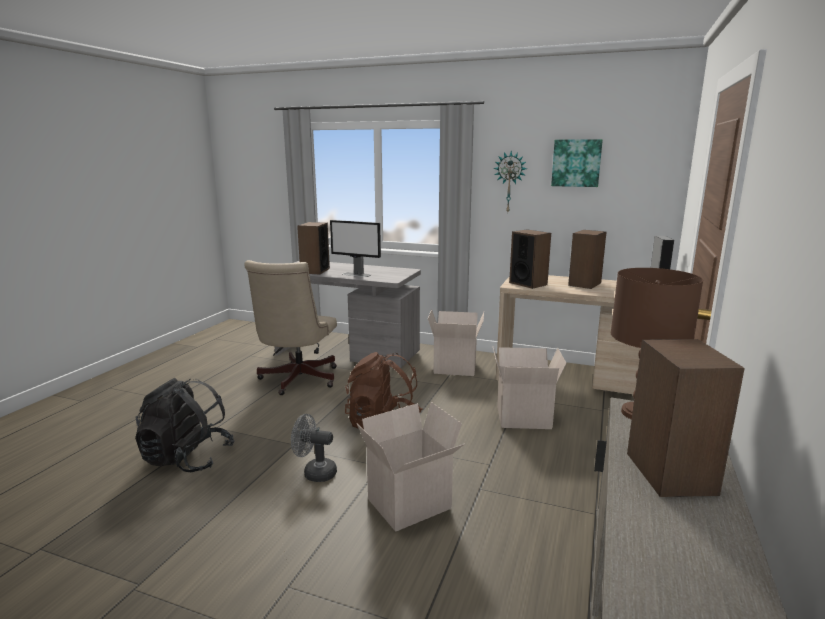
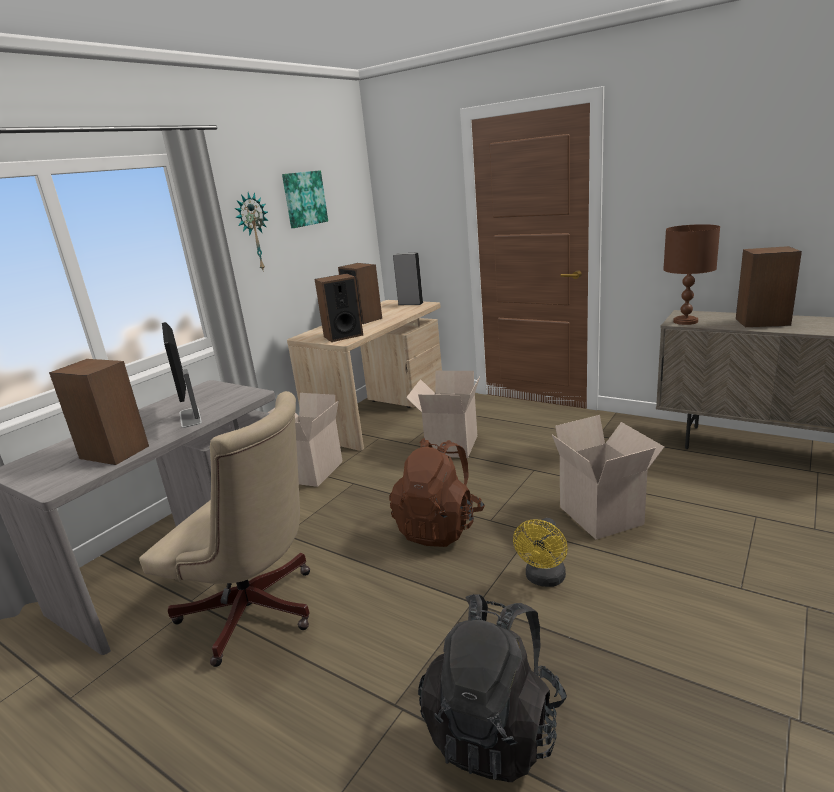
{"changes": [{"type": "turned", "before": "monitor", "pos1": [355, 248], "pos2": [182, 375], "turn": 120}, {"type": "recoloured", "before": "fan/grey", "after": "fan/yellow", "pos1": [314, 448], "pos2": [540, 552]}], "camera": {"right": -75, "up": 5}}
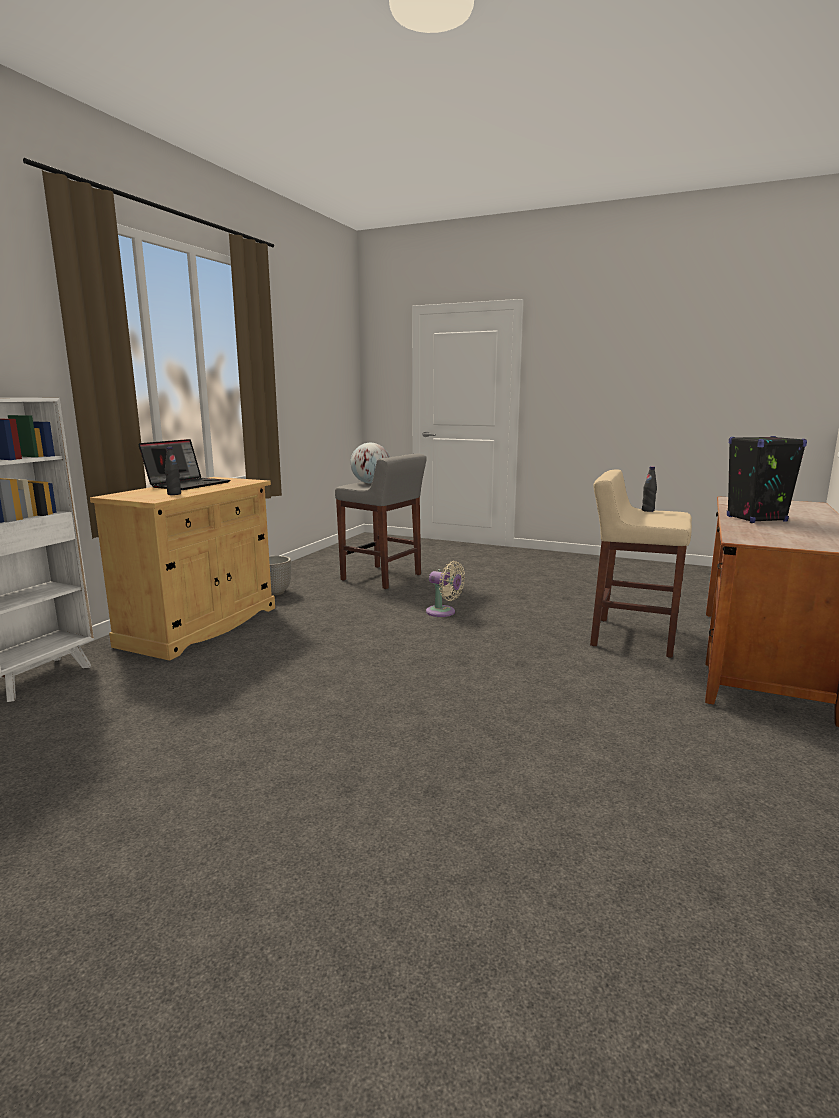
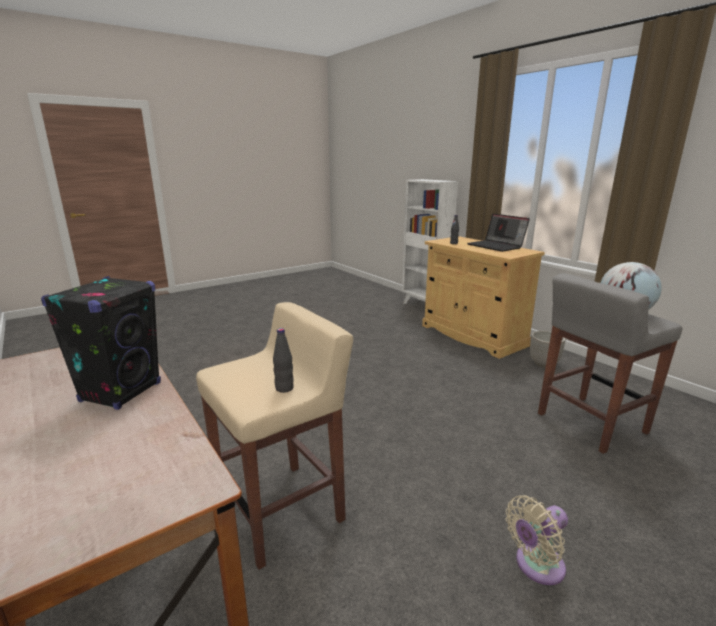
{"changes": [{"type": "moved", "before": "fan/beige", "pos1": [445, 589], "pos2": [536, 540]}], "camera": {"right": 120, "up": 5}}
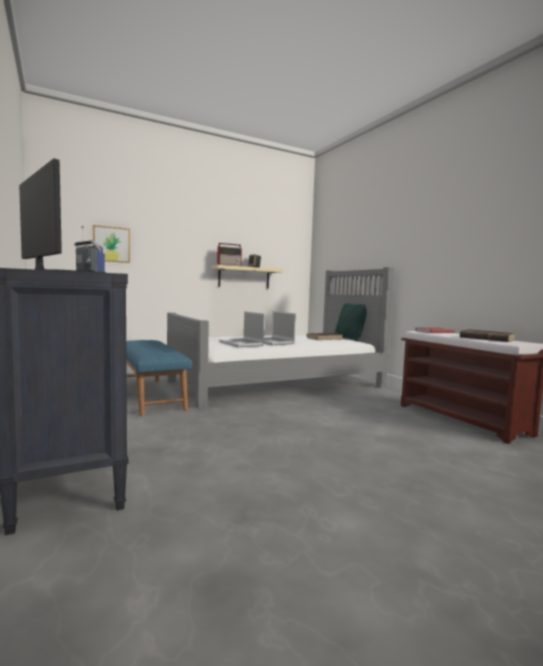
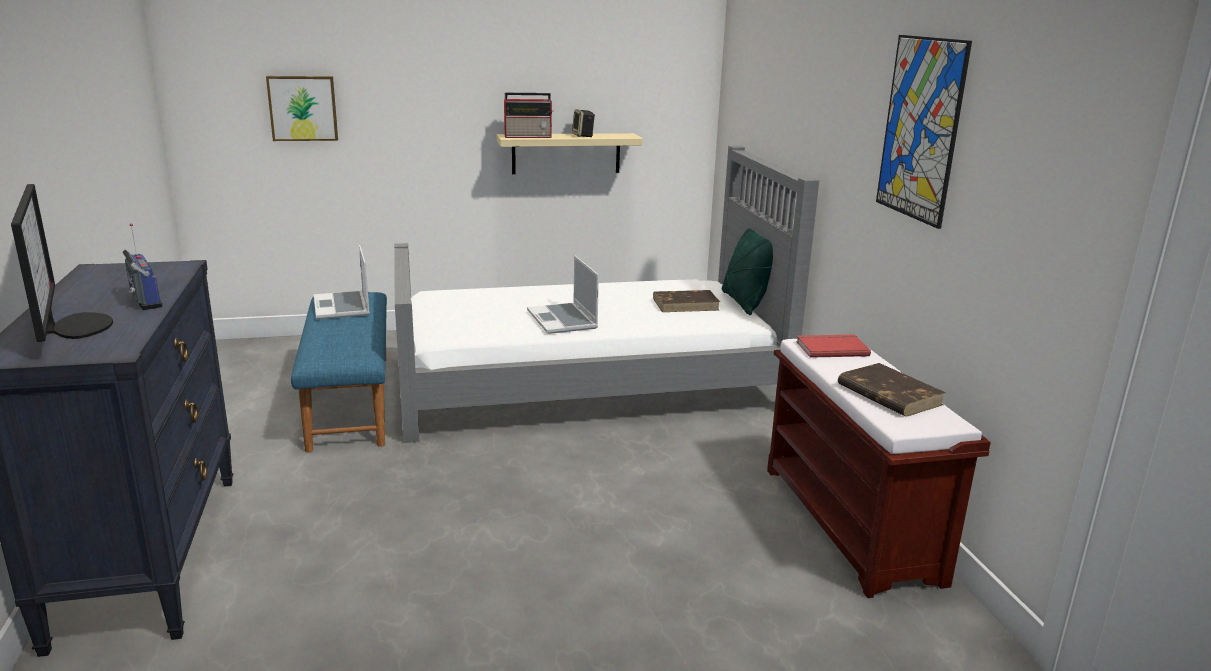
{"changes": [{"type": "moved", "before": "laptop", "pos1": [242, 329], "pos2": [342, 282]}, {"type": "added", "after": "picture", "pos2": [924, 132]}], "camera": {"right": 15, "up": 15}}
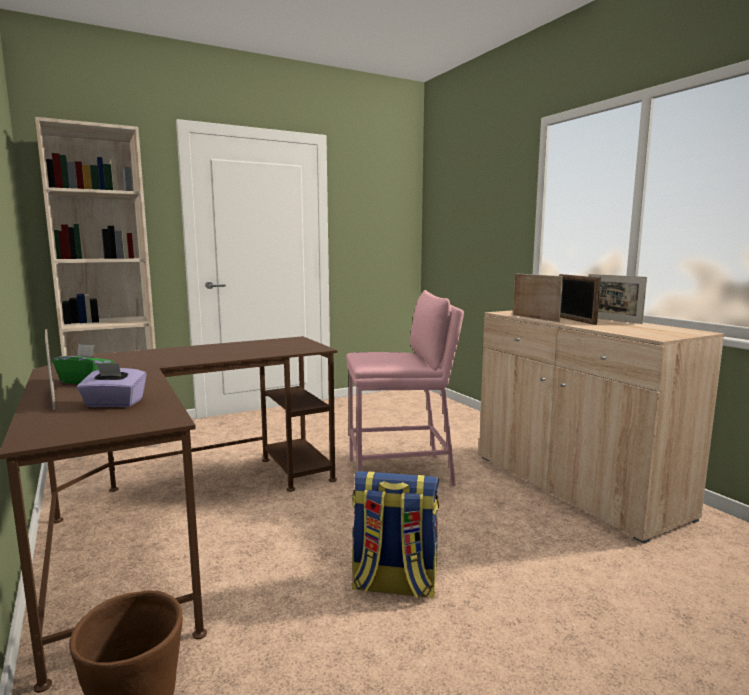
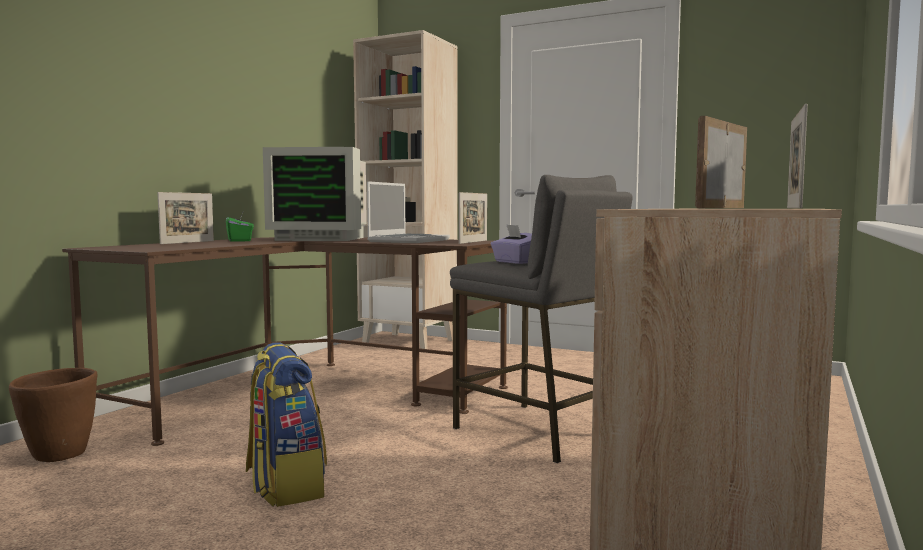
{"changes": [{"type": "added", "after": "monitor", "pos2": [315, 194]}, {"type": "added", "after": "laptop", "pos2": [408, 212]}, {"type": "recoloured", "before": "stool/pink", "after": "stool/grey", "pos1": [405, 388], "pos2": [541, 319]}, {"type": "moved", "before": "picture frame", "pos1": [538, 297], "pos2": [473, 218]}, {"type": "moved", "before": "tissue box/purple", "pos1": [111, 385], "pos2": [511, 244]}], "camera": {"right": 55, "up": -5}}
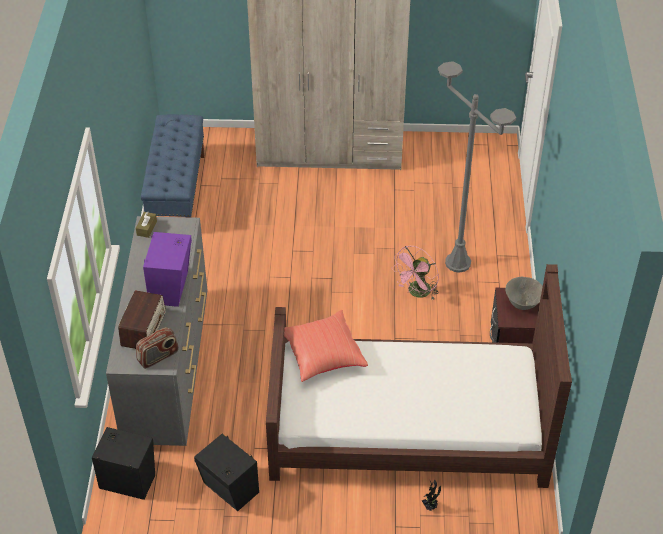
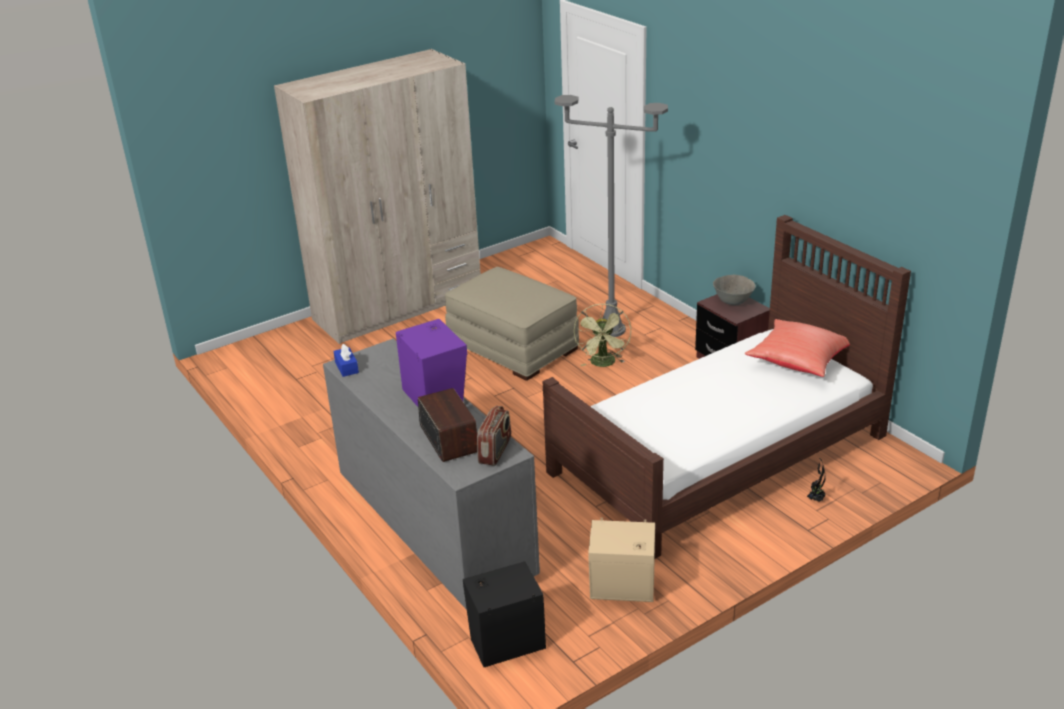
{"changes": [{"type": "recoloured", "before": "tissue box/brown", "after": "tissue box/blue", "pos1": [146, 225], "pos2": [346, 360]}, {"type": "added", "after": "ottoman/beige", "pos2": [512, 324]}, {"type": "recoloured", "before": "fan/pink", "after": "fan/green", "pos1": [415, 273], "pos2": [602, 335]}, {"type": "recoloured", "before": "speaker/black", "after": "speaker/beige", "pos1": [226, 472], "pos2": [621, 560]}, {"type": "moved", "before": "pillow/red", "pos1": [326, 346], "pos2": [797, 348]}, {"type": "removed", "before": "bench/blue", "pos1": [173, 165]}], "camera": {"right": -35, "up": -15}}
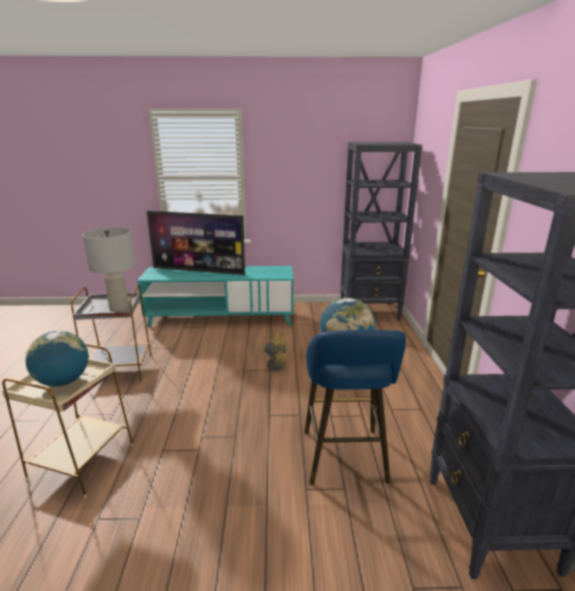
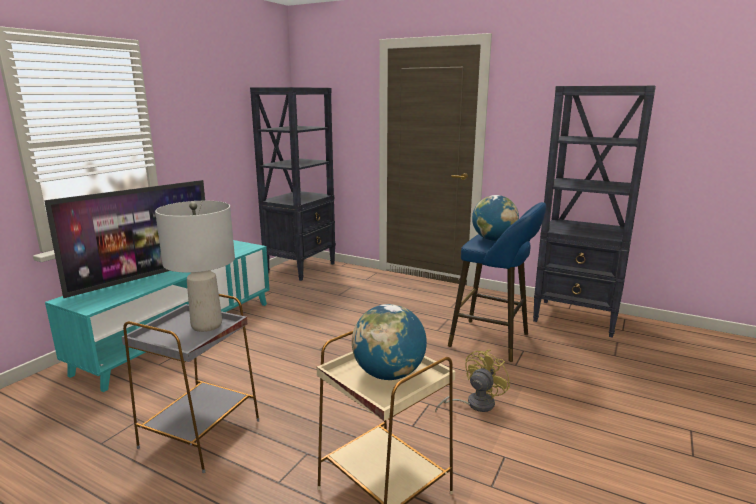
{"changes": [{"type": "moved", "before": "fan/yellow", "pos1": [269, 351], "pos2": [472, 381]}], "camera": {"right": -60, "up": -5}}
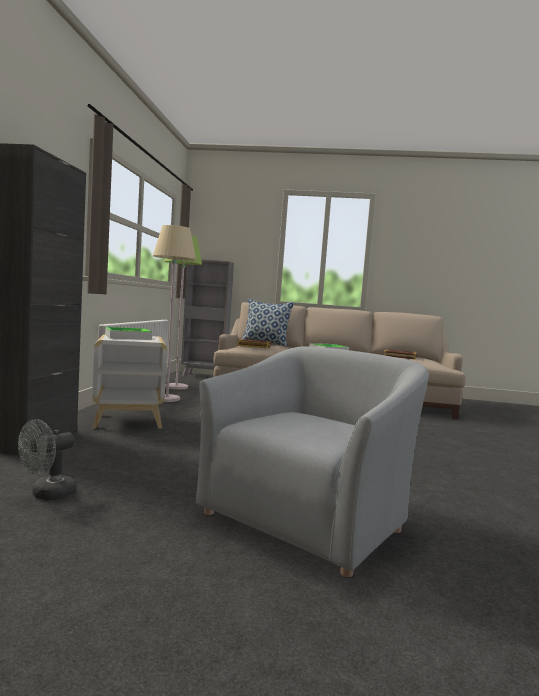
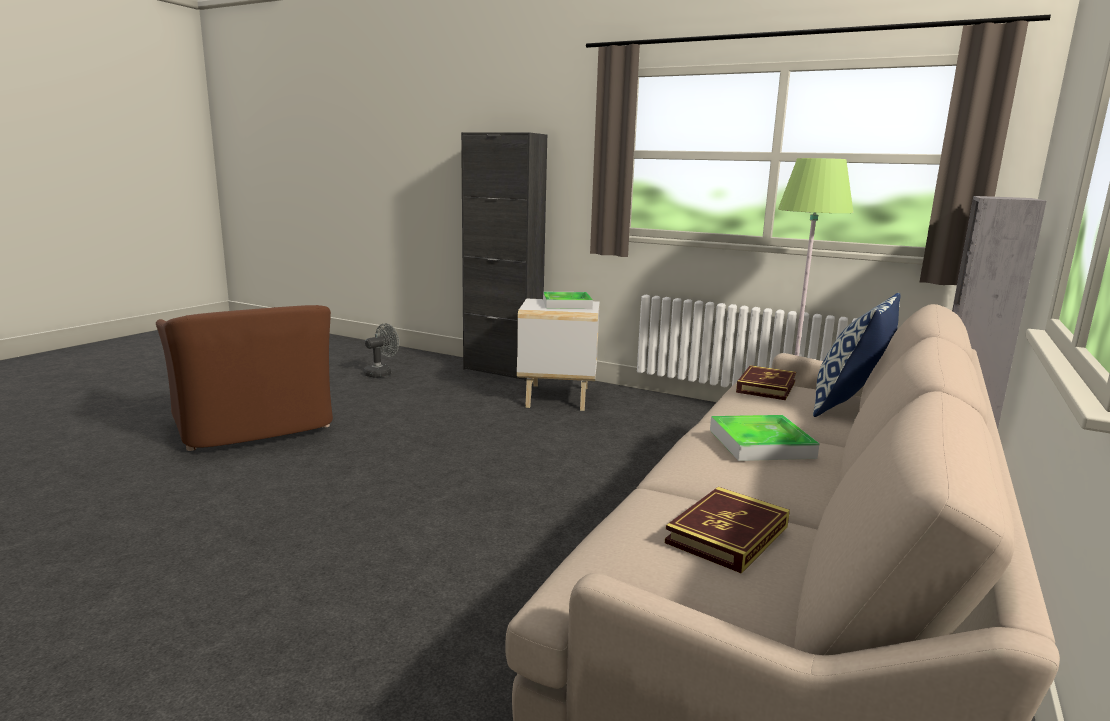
{"changes": [{"type": "recoloured", "before": "armchair/grey", "after": "armchair/brown", "pos1": [312, 461], "pos2": [244, 378]}, {"type": "turned", "before": "fan/grey", "pos1": [47, 459], "pos2": [381, 350], "turn": 75}, {"type": "removed", "before": "floor lamp/beige", "pos1": [174, 313]}], "camera": {"right": 110, "up": 10}}
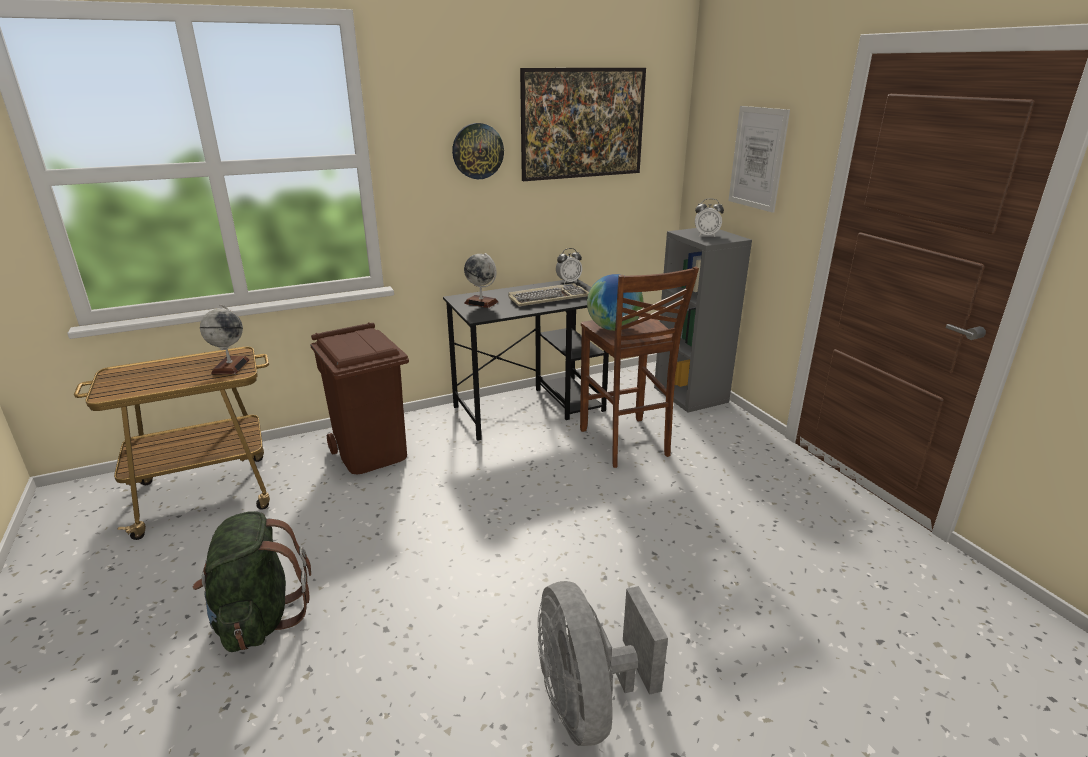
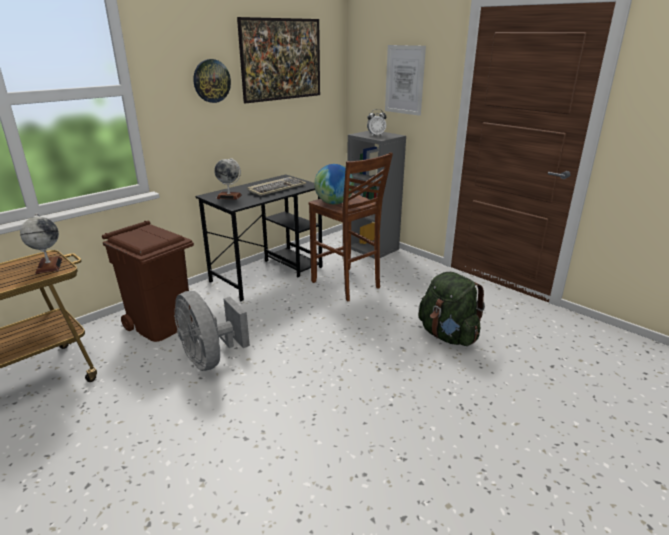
{"changes": [{"type": "moved", "before": "fan/grey", "pos1": [603, 663], "pos2": [212, 331]}, {"type": "moved", "before": "backpack/green", "pos1": [252, 581], "pos2": [452, 309]}, {"type": "removed", "before": "alarm clock", "pos1": [569, 266]}], "camera": {"right": -20, "up": 0}}
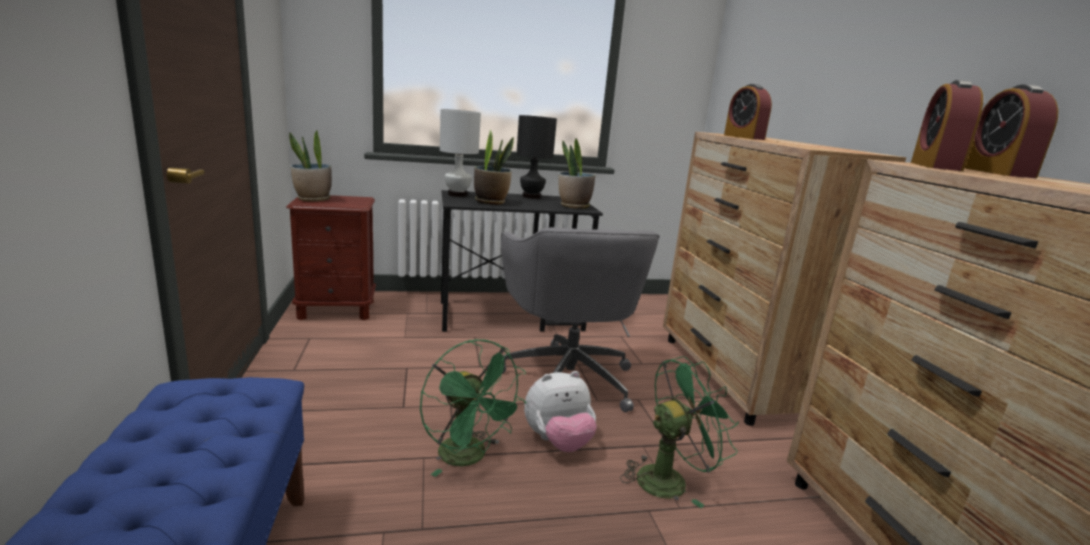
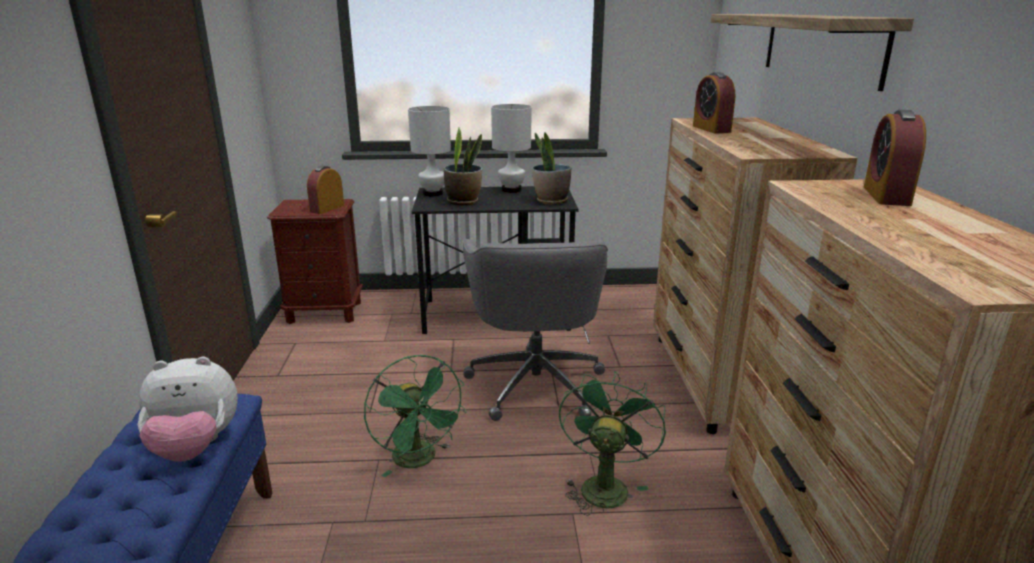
{"changes": [{"type": "moved", "before": "plush toy", "pos1": [560, 411], "pos2": [187, 409]}, {"type": "moved", "before": "alarm clock", "pos1": [947, 125], "pos2": [325, 190]}, {"type": "recoloured", "before": "table lamp/black", "after": "table lamp/white", "pos1": [537, 157], "pos2": [511, 148]}, {"type": "turned", "before": "fan/green", "pos1": [679, 432], "pos2": [612, 443], "turn": -60}, {"type": "added", "after": "shelf", "pos2": [812, 52]}, {"type": "removed", "before": "potted plant", "pos1": [310, 166]}], "camera": {"right": 10, "up": 5}}
